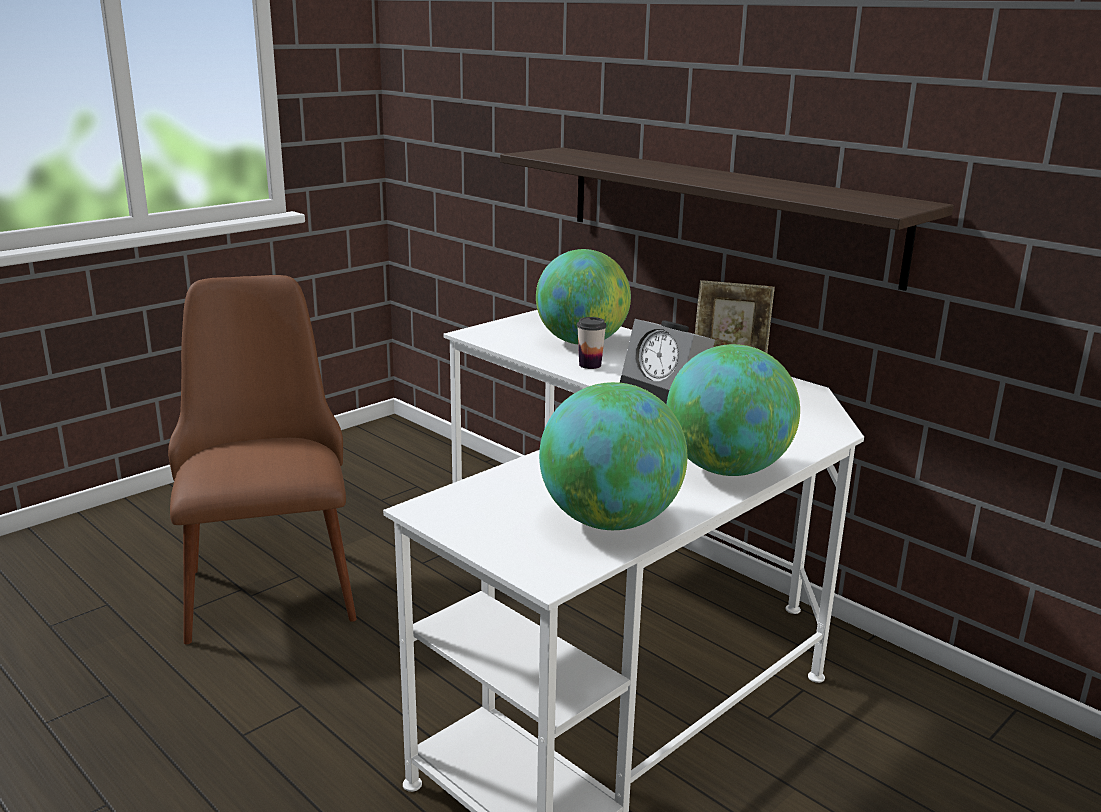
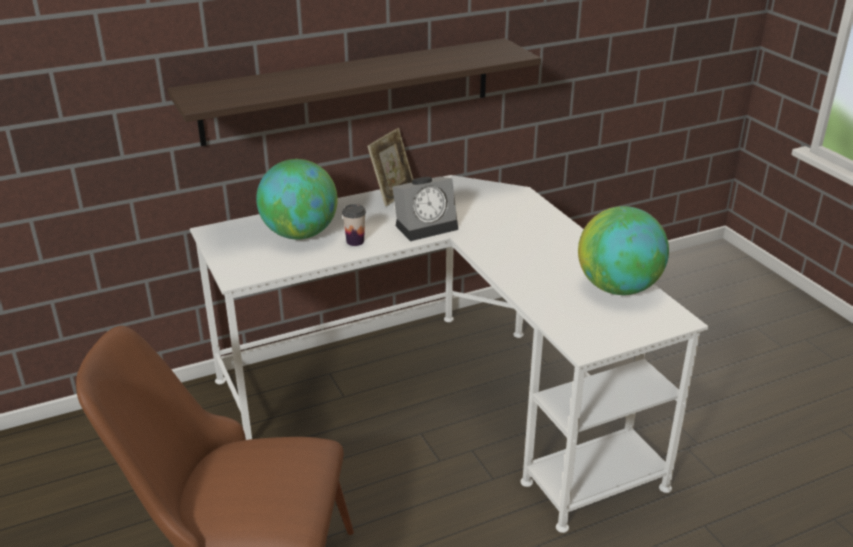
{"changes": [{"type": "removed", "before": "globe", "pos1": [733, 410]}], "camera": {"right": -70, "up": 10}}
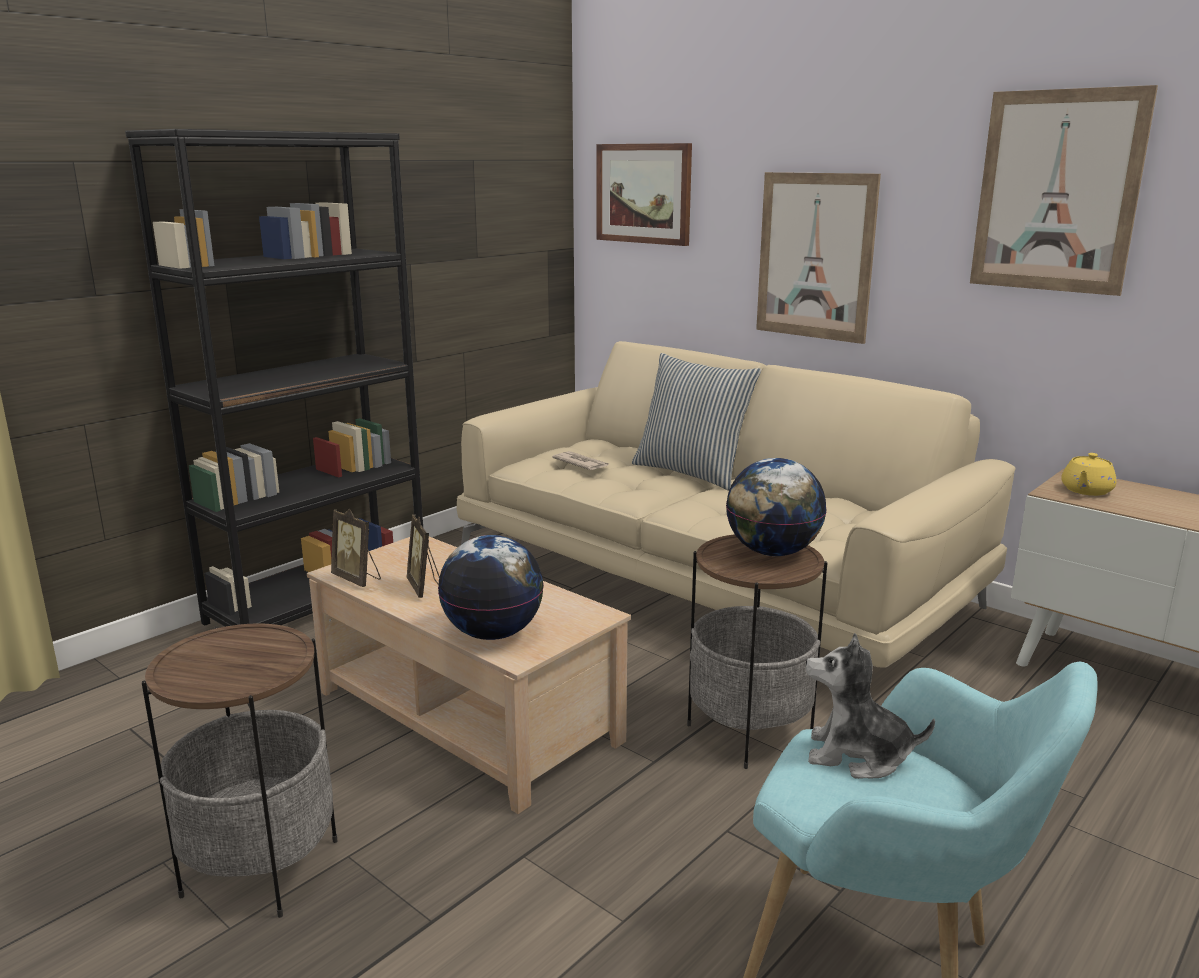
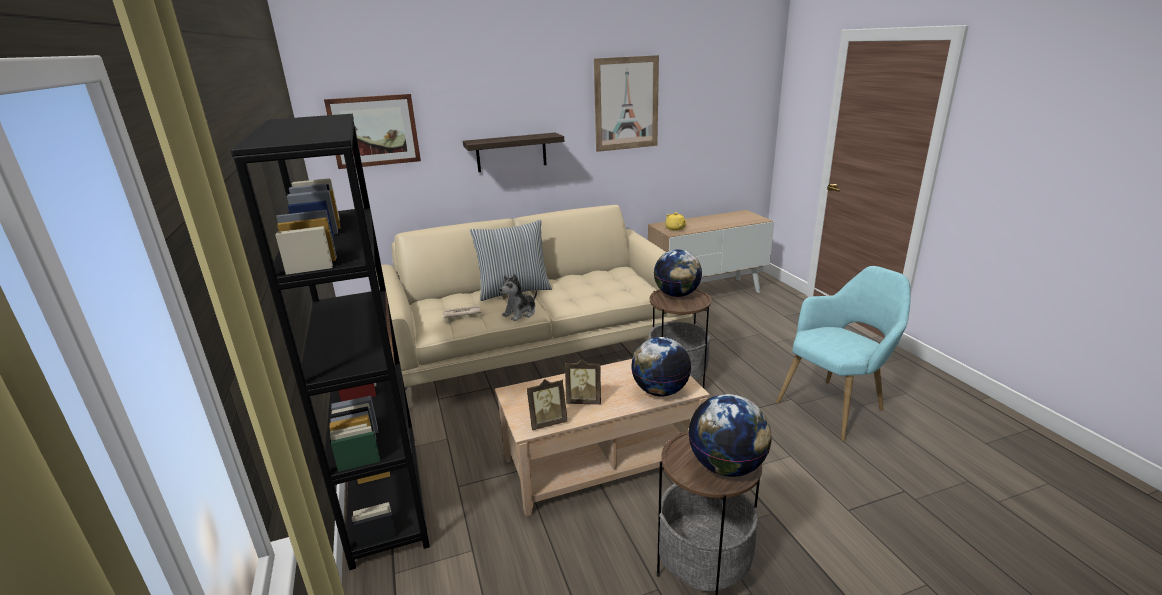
{"changes": [{"type": "replaced", "before": "picture", "after": "shelf", "pos1": [818, 258], "pos2": [513, 152]}, {"type": "moved", "before": "plush toy", "pos1": [870, 706], "pos2": [518, 297]}, {"type": "added", "after": "globe", "pos2": [730, 435]}], "camera": {"right": -60, "up": 5}}
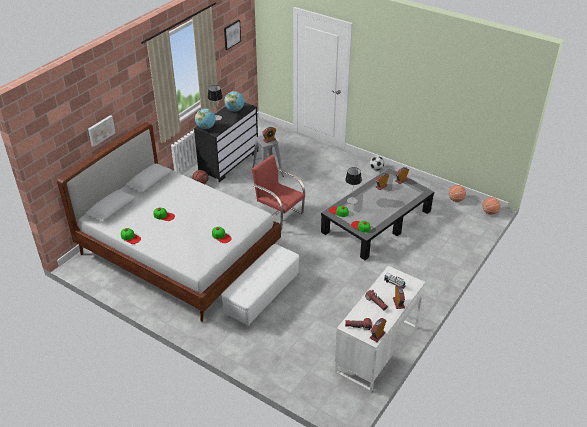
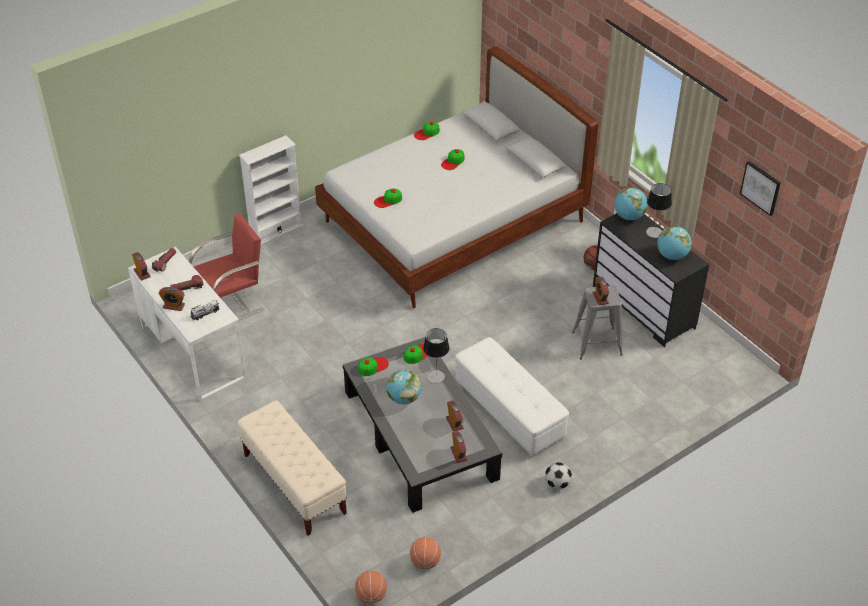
{"changes": [{"type": "moved", "before": "chair/red", "pos1": [278, 193], "pos2": [226, 266]}, {"type": "added", "after": "bench/beige", "pos2": [292, 468]}, {"type": "added", "after": "bookcase/white", "pos2": [271, 190]}, {"type": "added", "after": "globe", "pos2": [404, 386]}, {"type": "moved", "before": "ottoman/white", "pos1": [260, 285], "pos2": [512, 397]}, {"type": "removed", "before": "picture", "pos1": [102, 131]}], "camera": {"right": 110, "up": 5}}
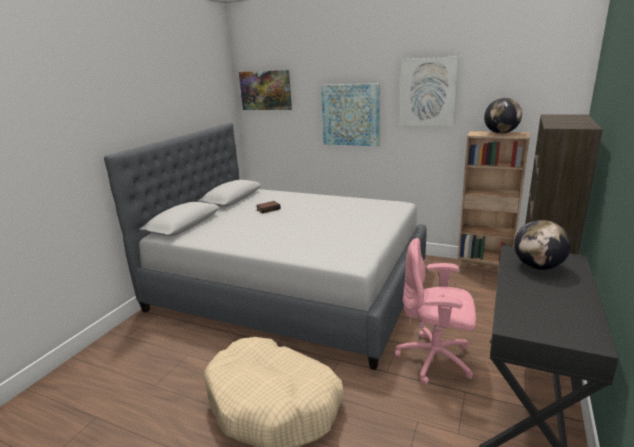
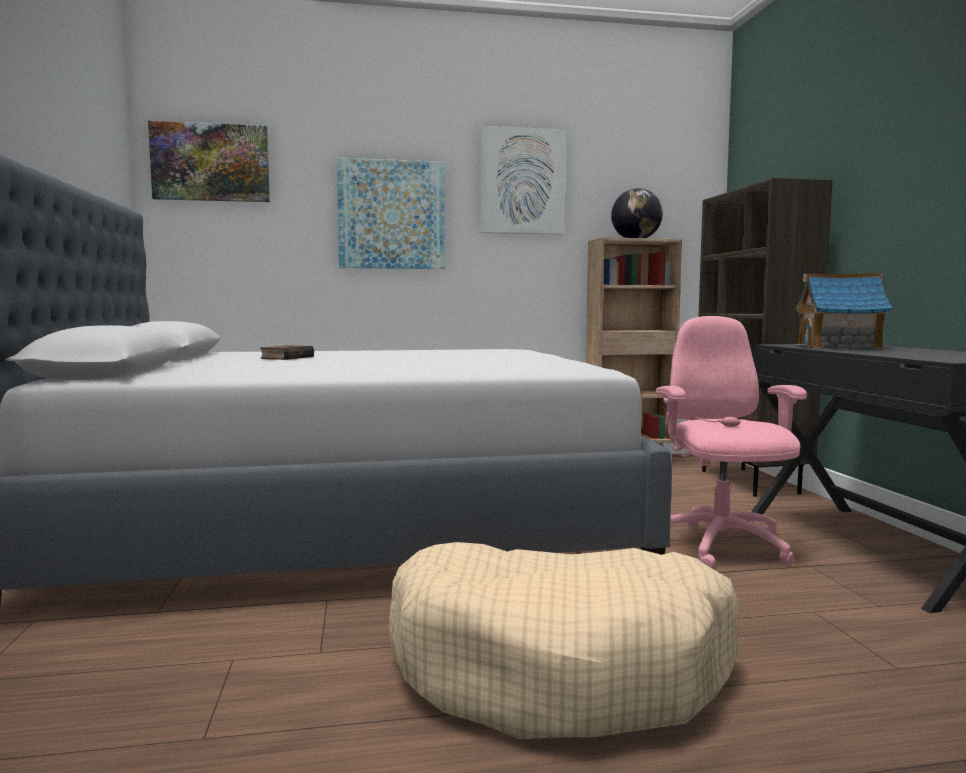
{"changes": [{"type": "turned", "before": "office chair/pink", "pos1": [435, 311], "pos2": [731, 442], "turn": 105}, {"type": "replaced", "before": "globe", "after": "toy house", "pos1": [542, 245], "pos2": [843, 311]}], "camera": {"right": -35, "up": -15}}
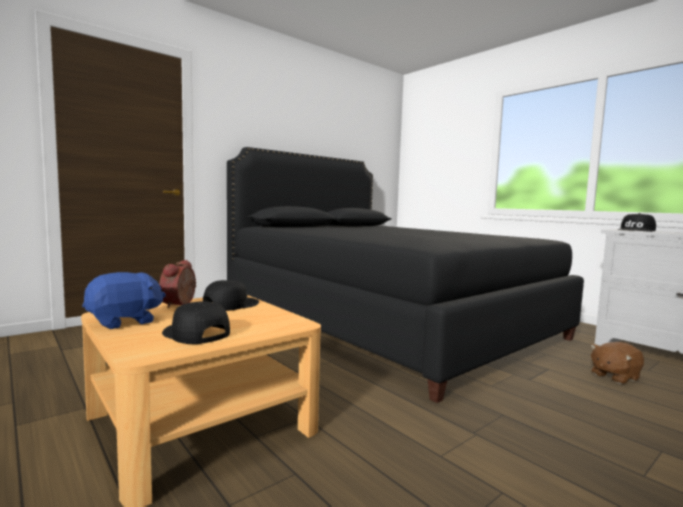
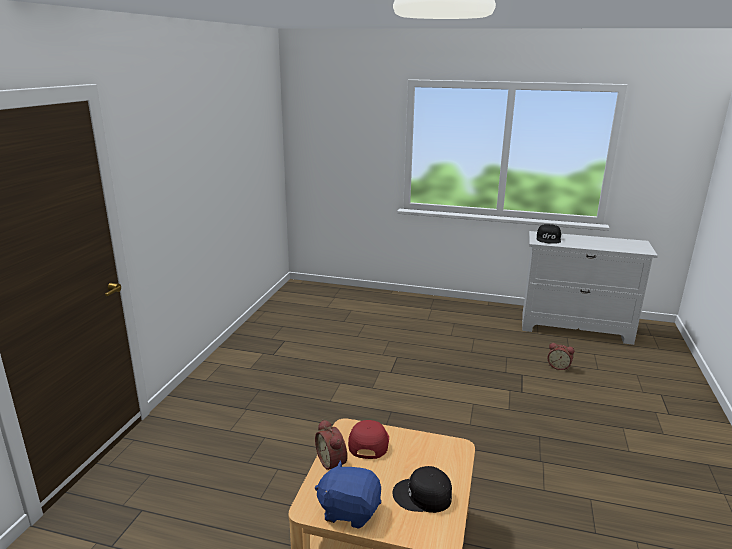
{"changes": [{"type": "turned", "before": "plush toy/blue", "pos1": [124, 300], "pos2": [348, 495], "turn": -90}, {"type": "recoloured", "before": "cap/black", "after": "cap/red", "pos1": [231, 295], "pos2": [368, 439]}, {"type": "replaced", "before": "plush toy/brown", "after": "alarm clock", "pos1": [617, 363], "pos2": [561, 356]}, {"type": "removed", "before": "bed/black", "pos1": [405, 275]}], "camera": {"right": -35, "up": 15}}
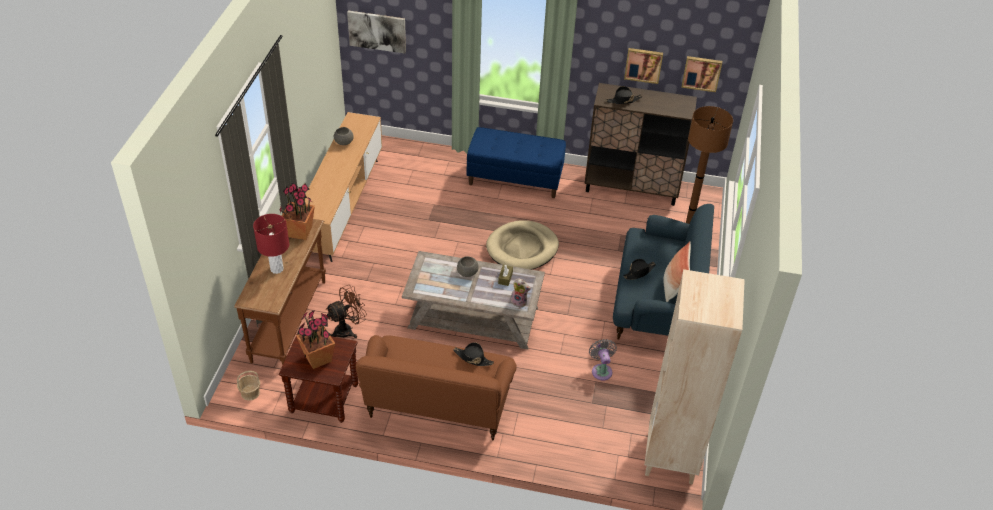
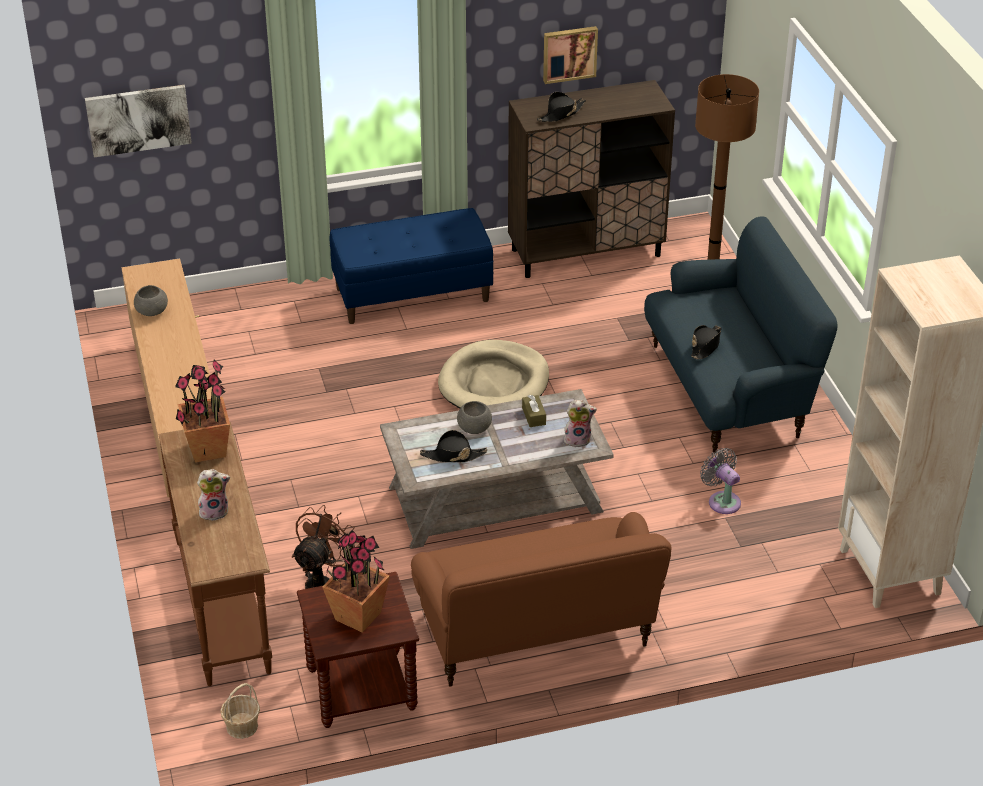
{"changes": [{"type": "replaced", "before": "table lamp/red", "after": "plush toy", "pos1": [271, 244], "pos2": [213, 495]}, {"type": "moved", "before": "hat/black", "pos1": [473, 354], "pos2": [453, 446]}, {"type": "removed", "before": "pillow", "pos1": [677, 271]}, {"type": "removed", "before": "picture", "pos1": [701, 74]}], "camera": {"right": -25, "up": -5}}
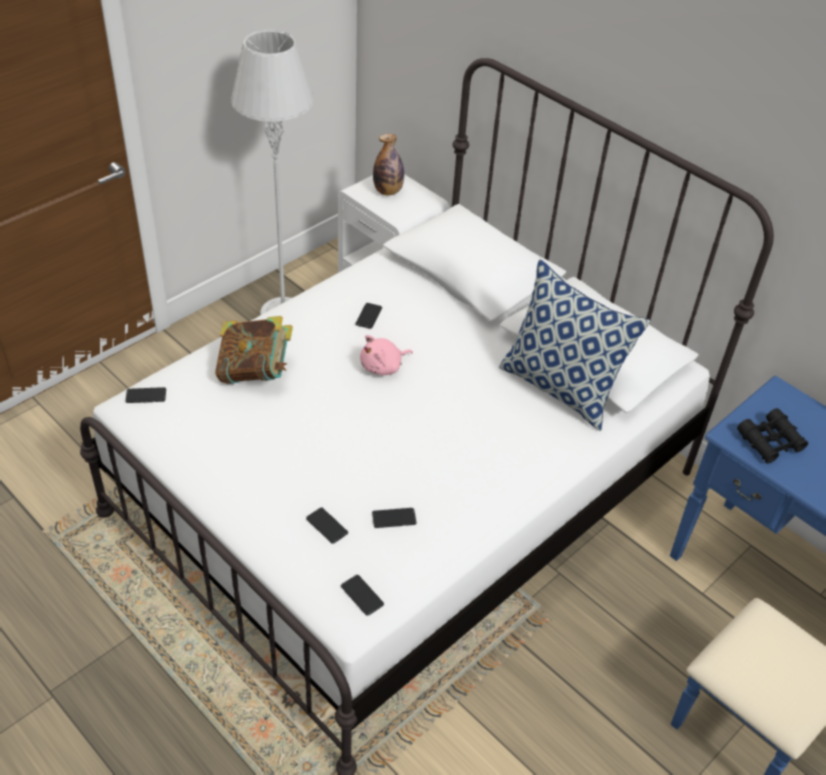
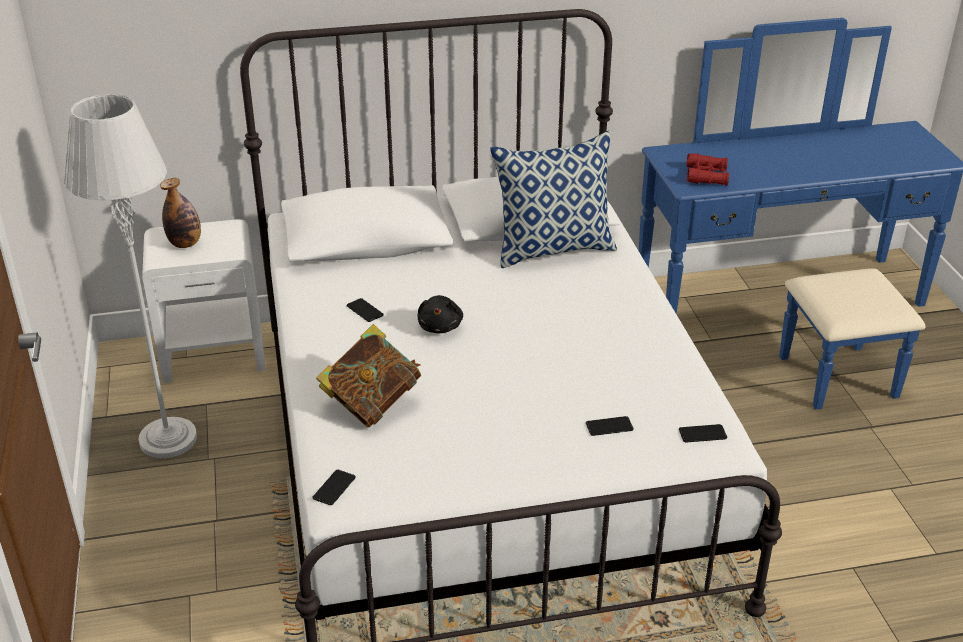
{"changes": [{"type": "recoloured", "before": "plush toy/pink", "after": "plush toy/black", "pos1": [386, 355], "pos2": [440, 314]}, {"type": "recoloured", "before": "binoculars/black", "after": "binoculars/red", "pos1": [772, 436], "pos2": [707, 169]}, {"type": "removed", "before": "phone", "pos1": [394, 518]}], "camera": {"right": -55, "up": -10}}
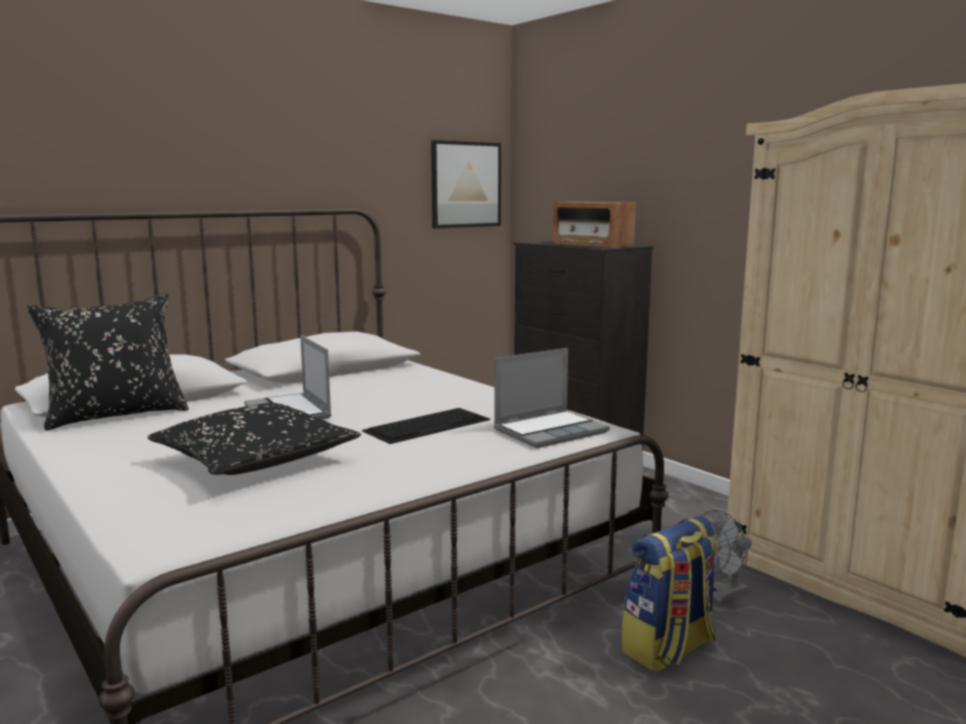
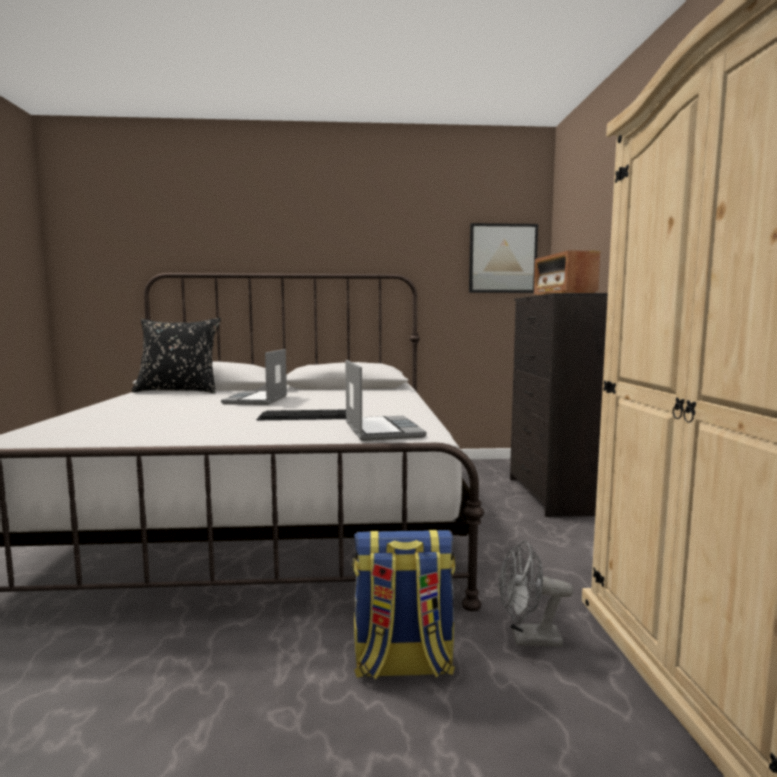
{"changes": [{"type": "turned", "before": "laptop", "pos1": [552, 398], "pos2": [386, 400], "turn": -105}, {"type": "removed", "before": "pillow/black", "pos1": [254, 439]}], "camera": {"right": 35, "up": -5}}
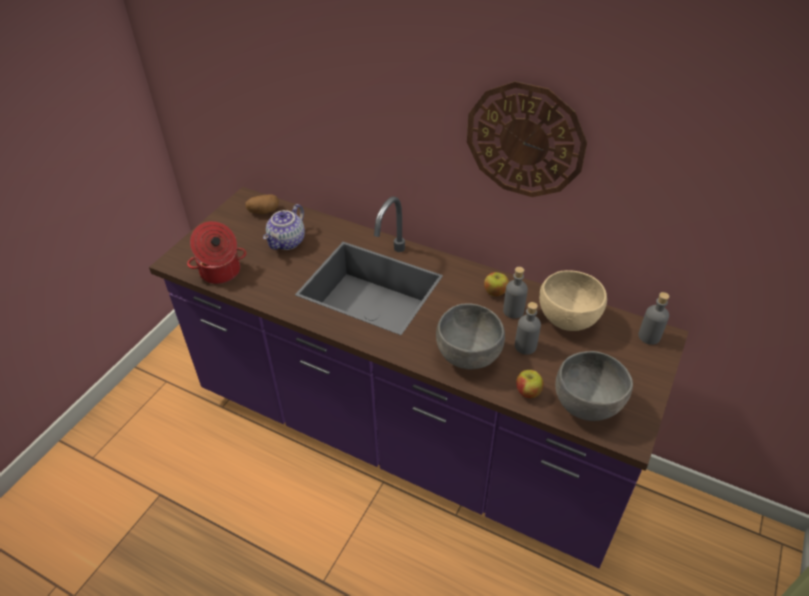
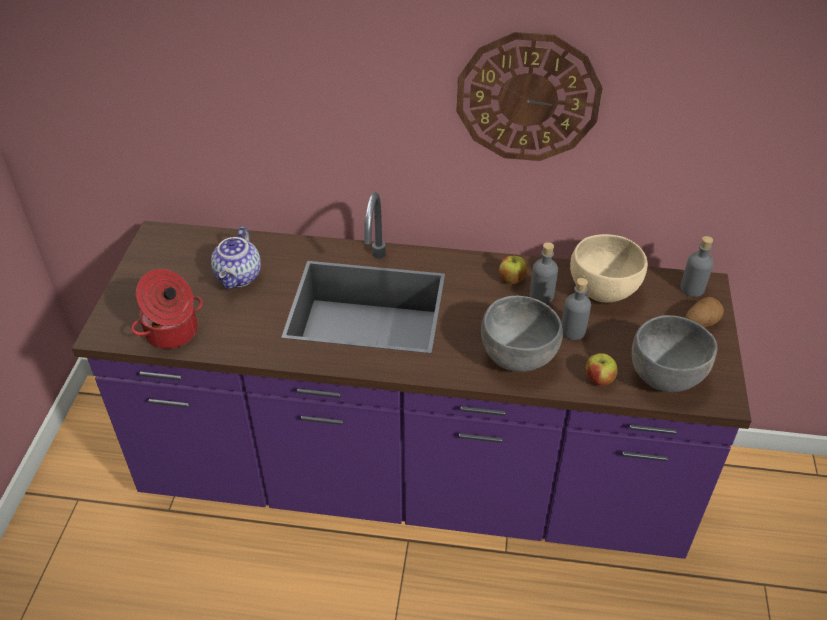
{"changes": [{"type": "moved", "before": "potato", "pos1": [262, 204], "pos2": [704, 312]}], "camera": {"right": -20, "up": 0}}
